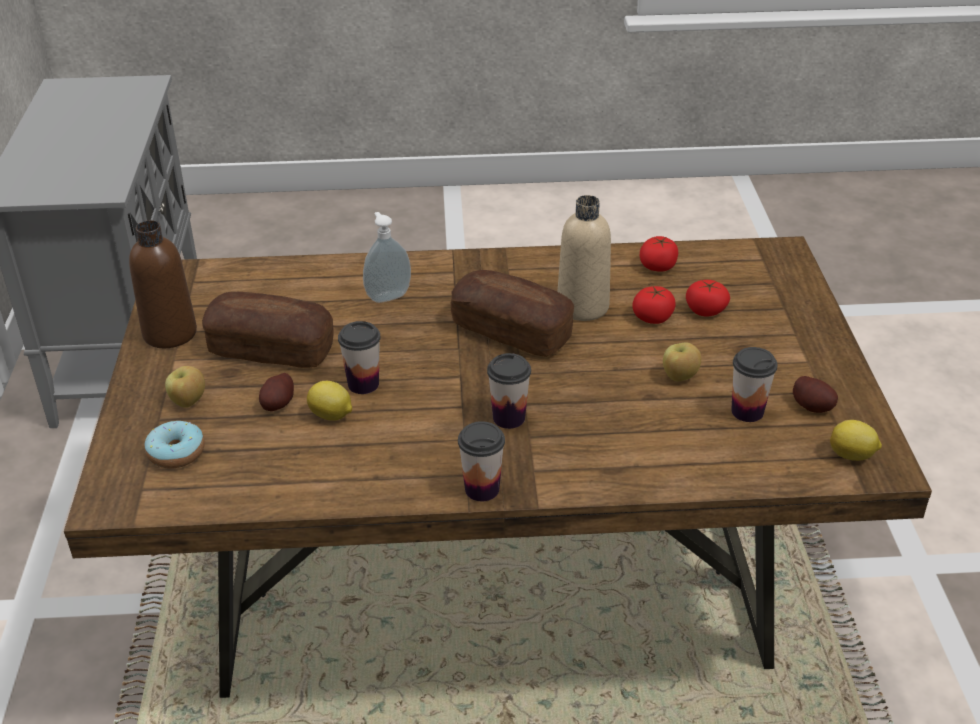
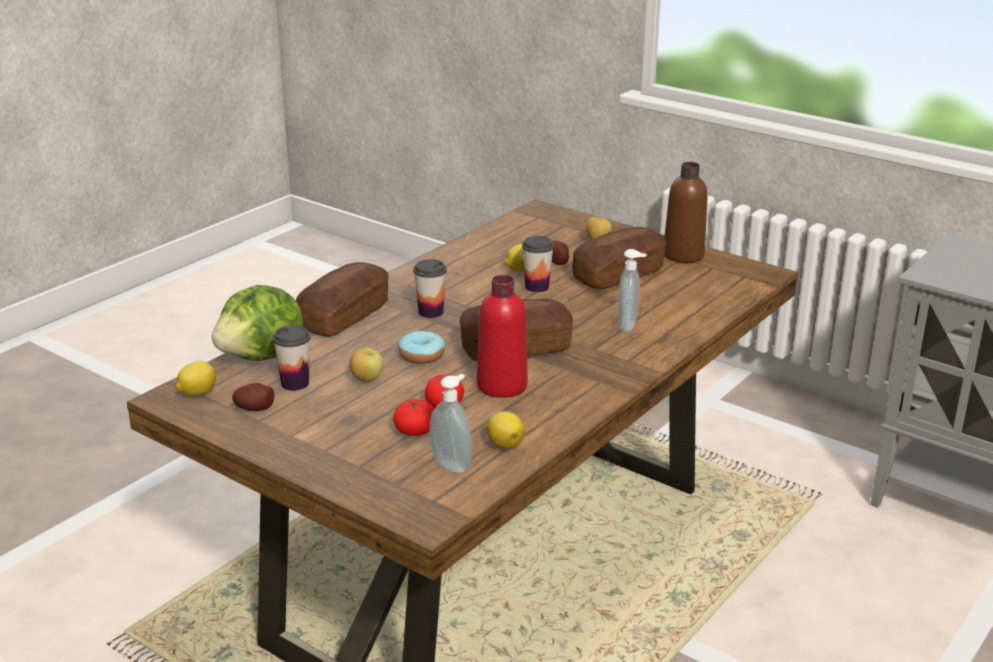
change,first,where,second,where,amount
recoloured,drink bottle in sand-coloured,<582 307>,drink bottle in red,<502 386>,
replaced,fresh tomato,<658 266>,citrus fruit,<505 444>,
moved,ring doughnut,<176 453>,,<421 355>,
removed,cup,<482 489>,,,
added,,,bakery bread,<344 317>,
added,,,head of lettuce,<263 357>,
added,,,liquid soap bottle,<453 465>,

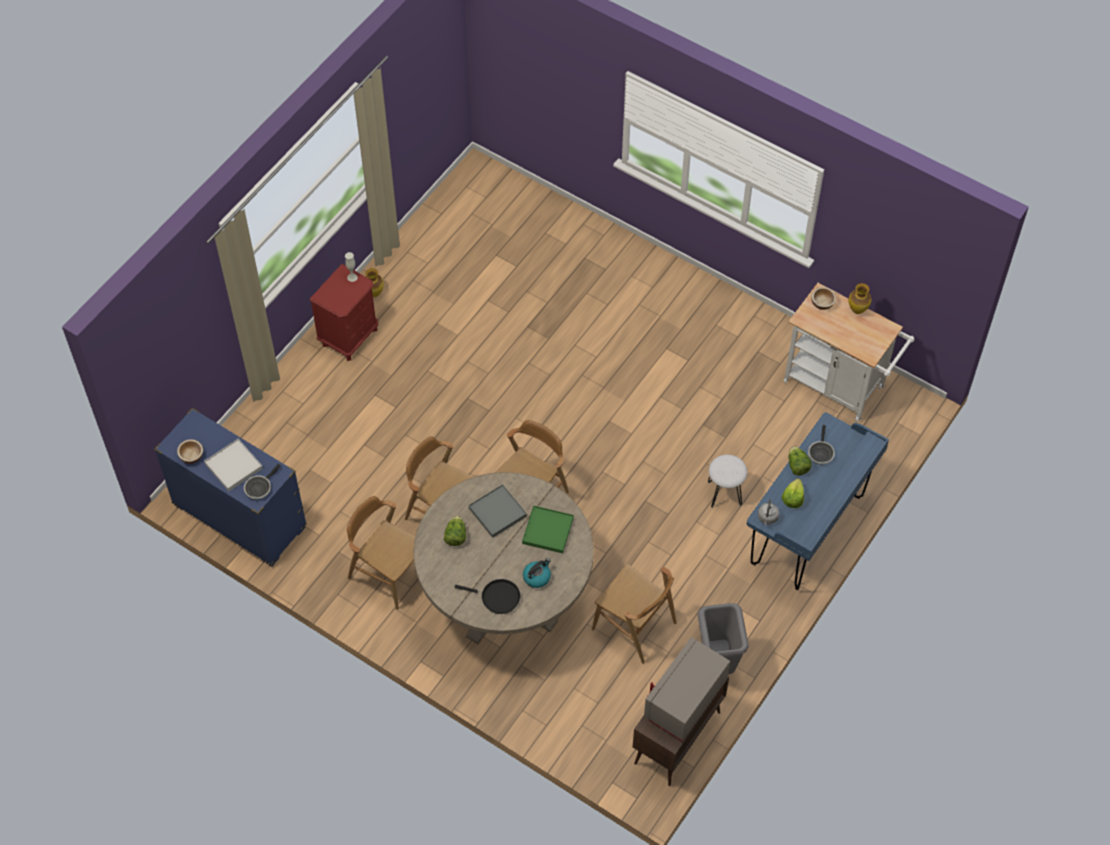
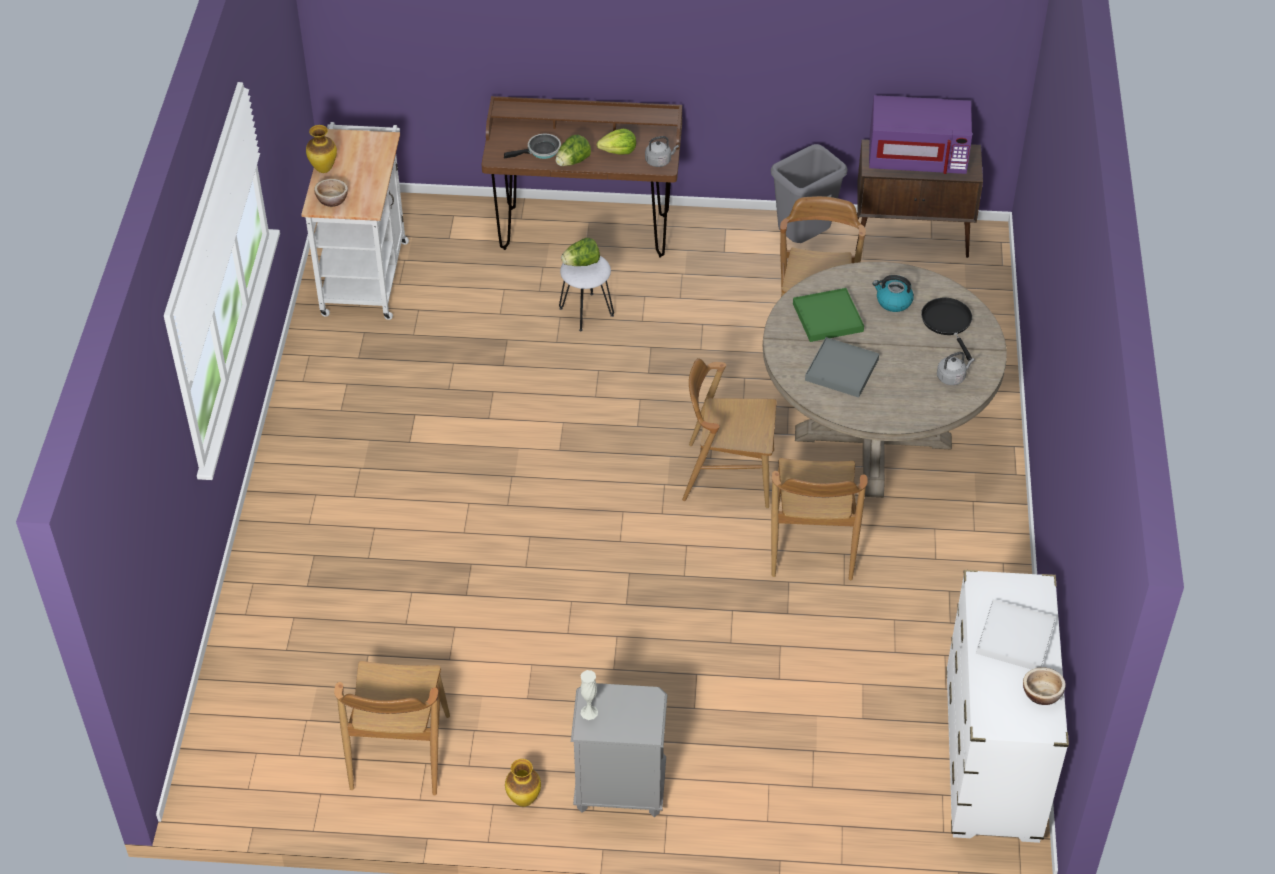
change,first,where,second,where,amount
recoloured,night table in red,<349 336>,night table in gray,<619 790>,
recoloured,dresser in blue-coloured,<239 516>,dresser in whitish,<992 757>,
recoloured,desk table in blue-coloured,<807 531>,desk table in brown-coloured,<585 231>,
removed,pan,<259 488>,,,
moved,chair in brown-coloured,<389 572>,,<399 752>,
moved,head of lettuce,<455 536>,,<581 263>,
recoloured,kitchen microwave in gray,<685 700>,kitchen microwave in purple-coloured,<917 158>,
added,,,water kettle in gray,<952 377>,

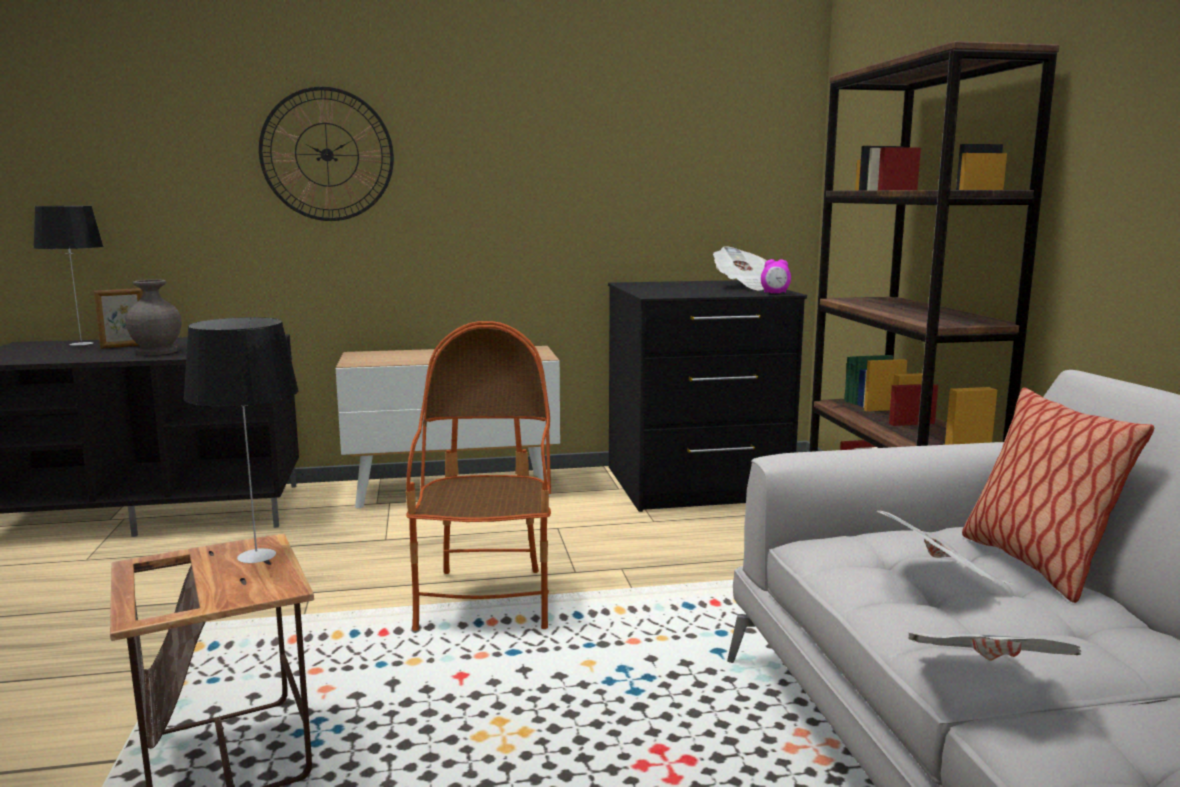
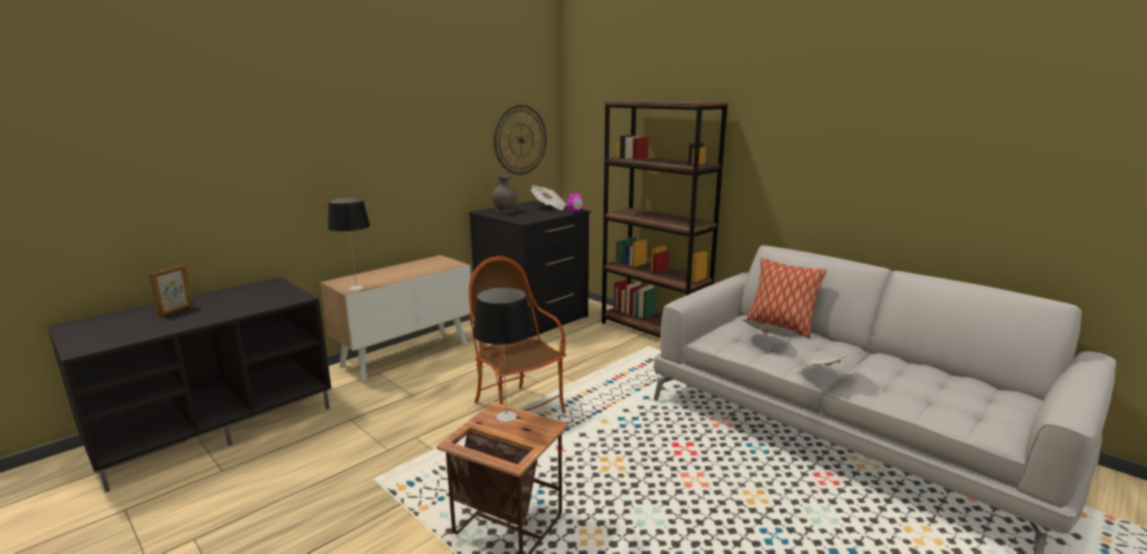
change,first,where,second,where,amount
moved,wall clock,<327 154>,,<521 140>,
moved,table lamp,<82 344>,,<356 287>,
moved,vase in gray,<156 352>,,<504 212>,

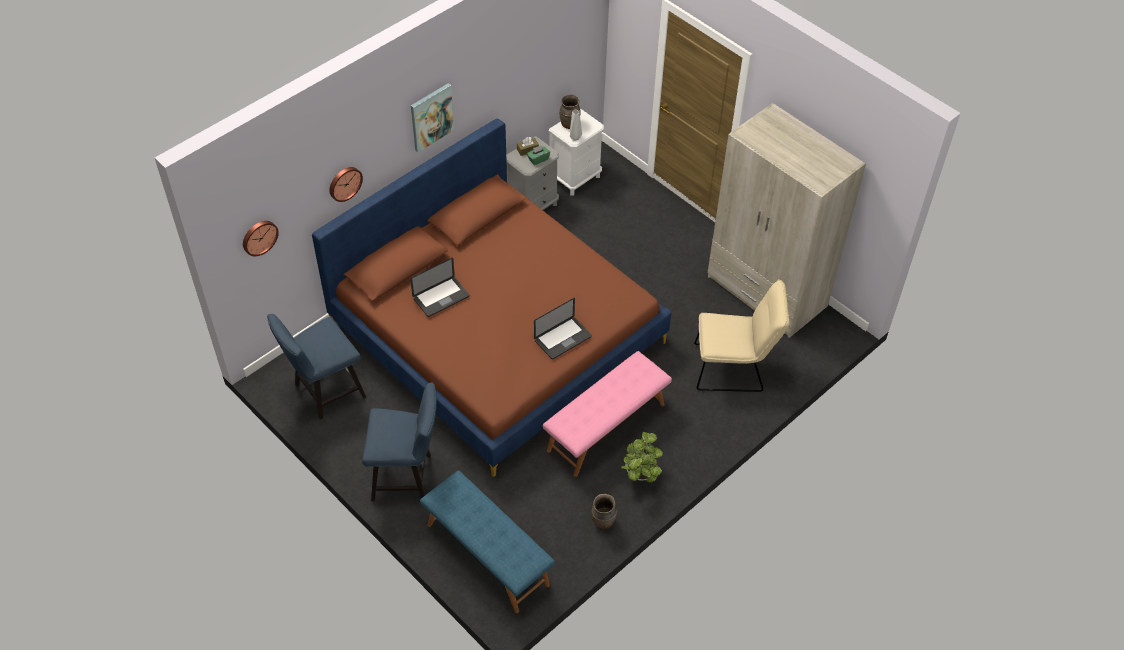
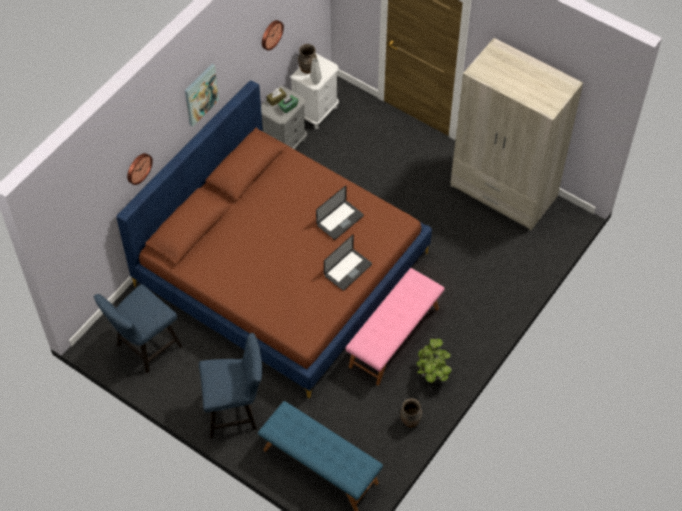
change,first,where,second,where,amount
moved,wall clock,<259 237>,,<271 34>,
moved,portable computer,<441 297>,,<340 220>,
removed,chair in sand-coloured,<734 368>,,,

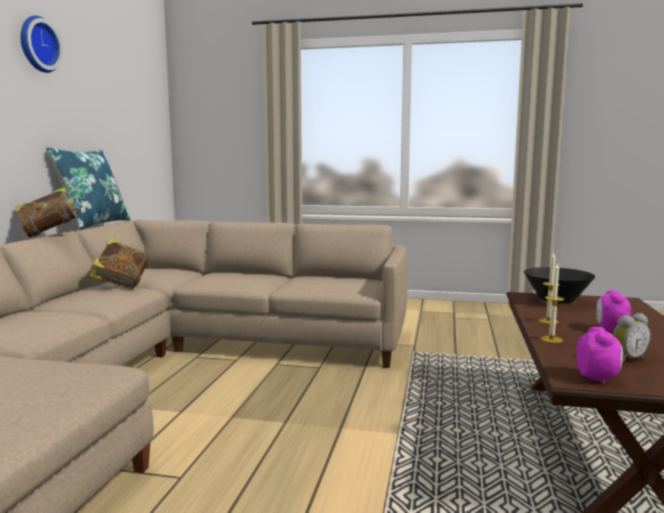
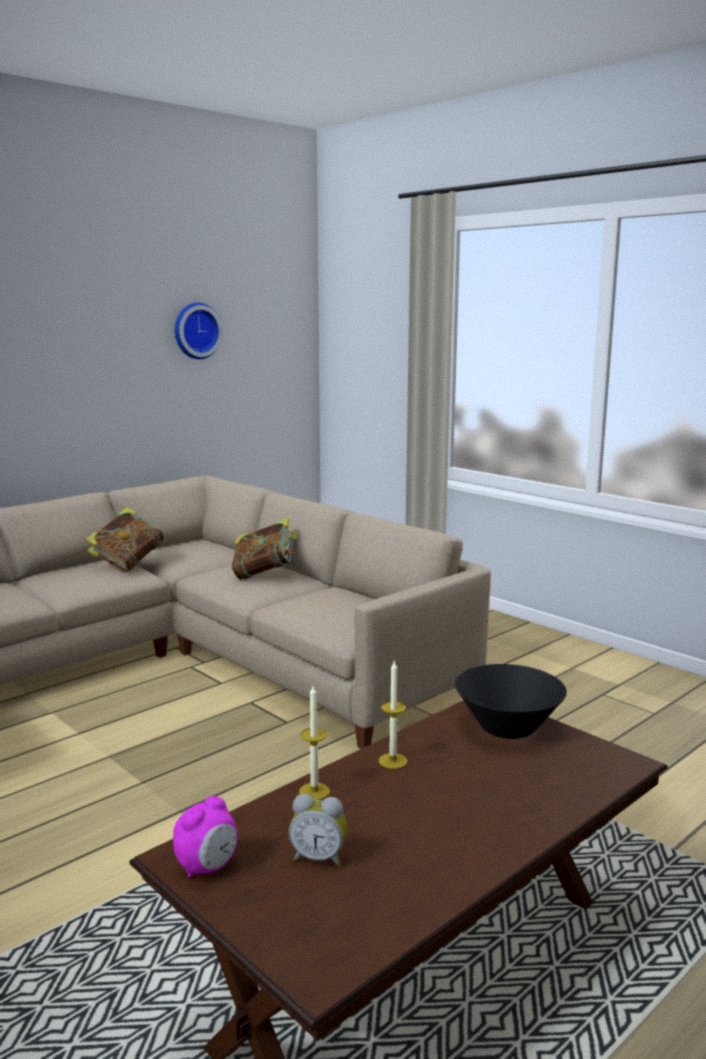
change,first,where,second,where,amount
moved,wall clock,<37 44>,,<195 331>,
removed,throw pillow in blue-coloured,<94 224>,,,
moved,book,<49 234>,,<265 575>,
removed,bedside clock,<611 330>,,,

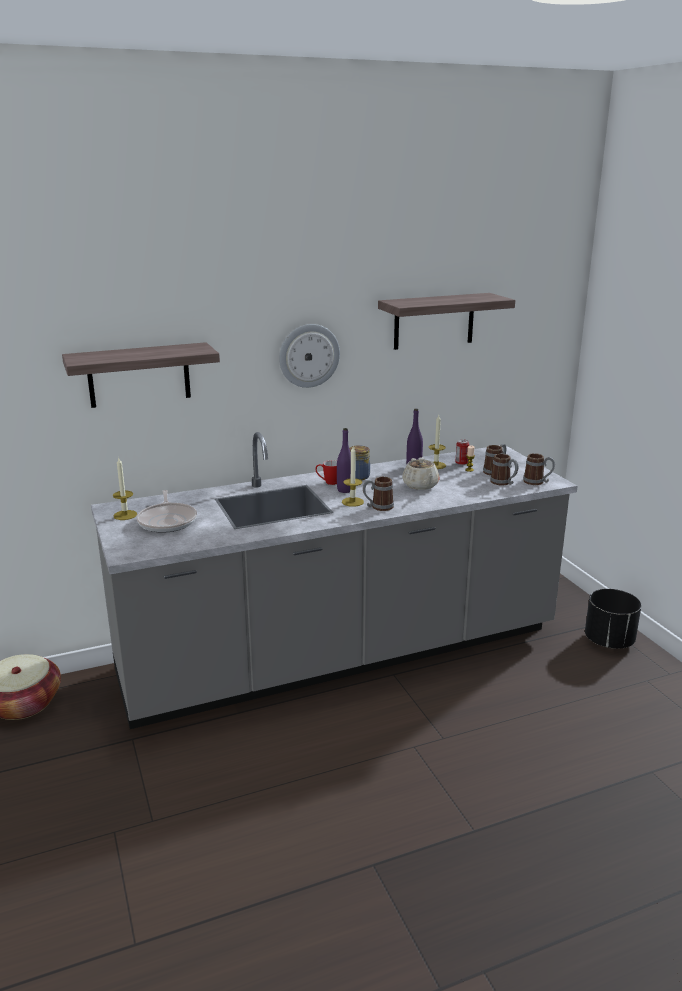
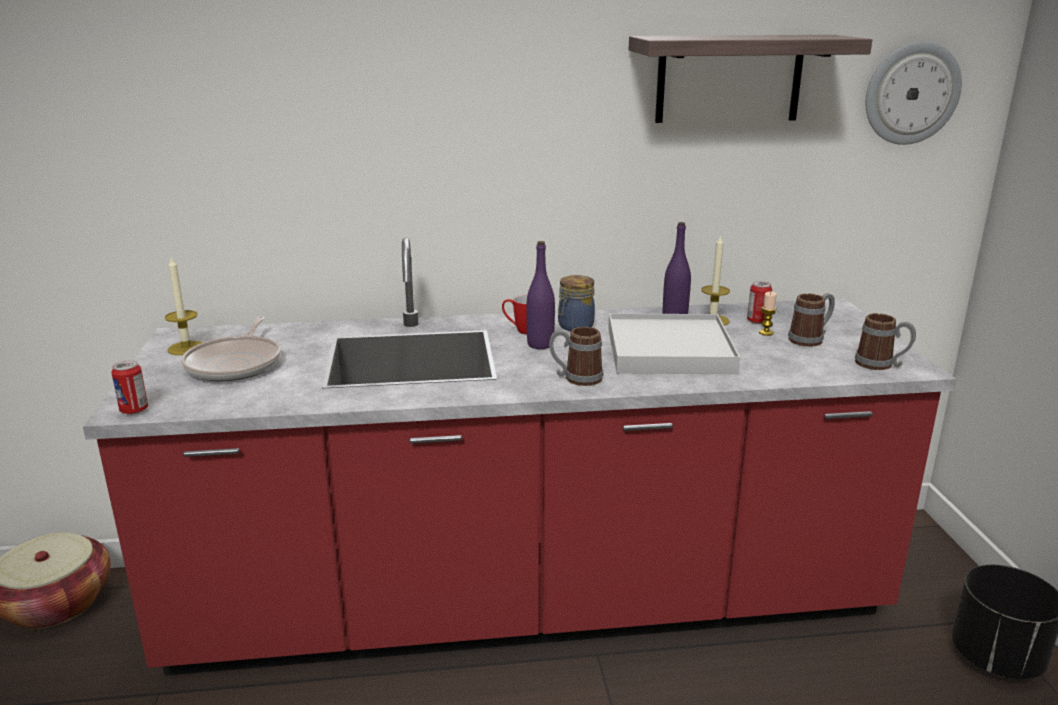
change,first,where,second,where,amount
moved,wall clock,<309 355>,,<911 93>,
removed,shelf,<139 375>,,,
recoloured,kitchen counter in gray,<340 654>,kitchen counter in red,<529 603>,
removed,wax light,<352 502>,,,
removed,coffee mug,<503 483>,,,
replaced,pot for tea in sand-coloured,<420 485>,tray in whitish,<669 350>,
added,,,sealed can,<134 410>,

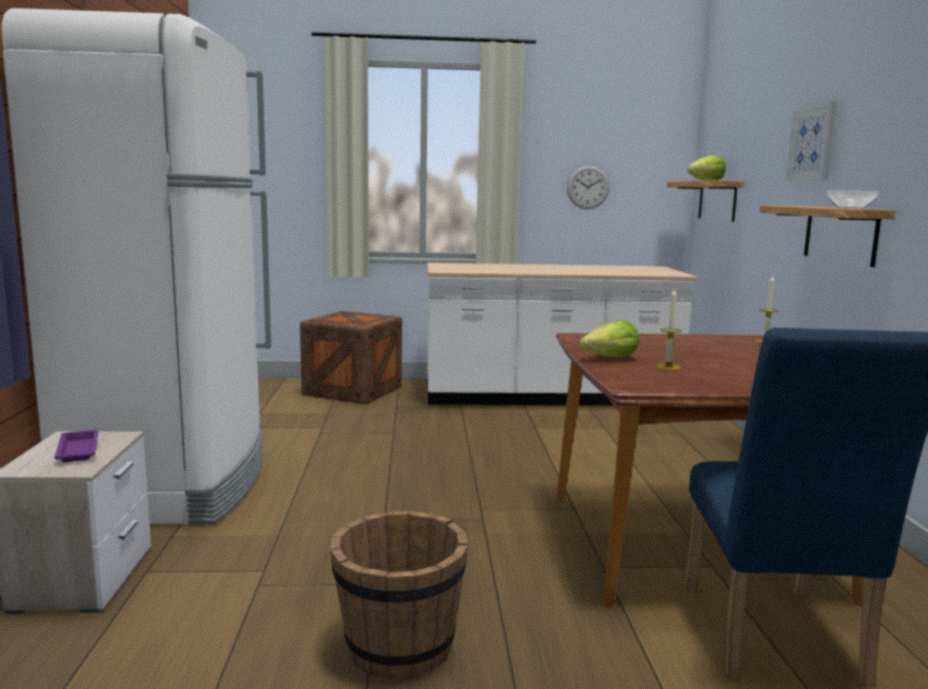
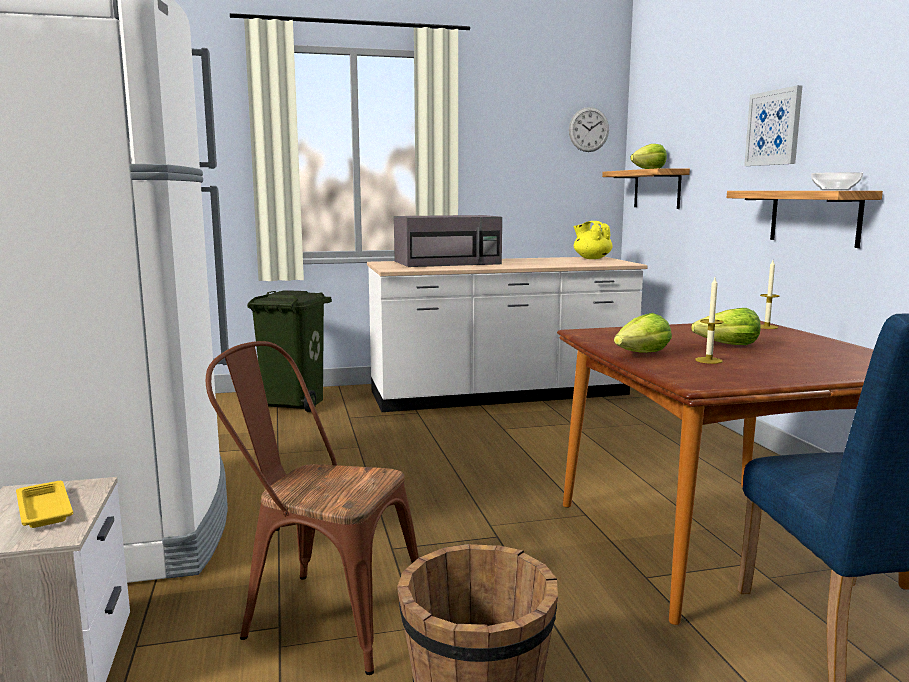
change,first,where,second,where,amount
moved,wall clock,<588 187>,,<588 129>,
replaced,crate,<353 391>,rubbish bin in green-coloured,<294 403>,
recoloured,tray in purple-coloured,<78 450>,tray in yellowish,<44 509>,
added,,,kitchen microwave in gray,<448 263>,
added,,,pot for tea in yellowish,<591 258>,
added,,,head of lettuce,<728 345>,
added,,,chair in brown-coloured,<321 614>,

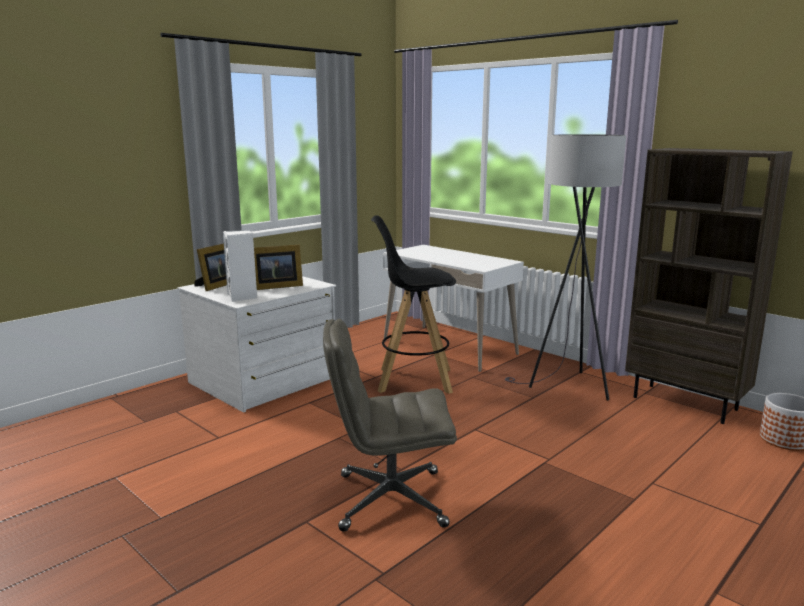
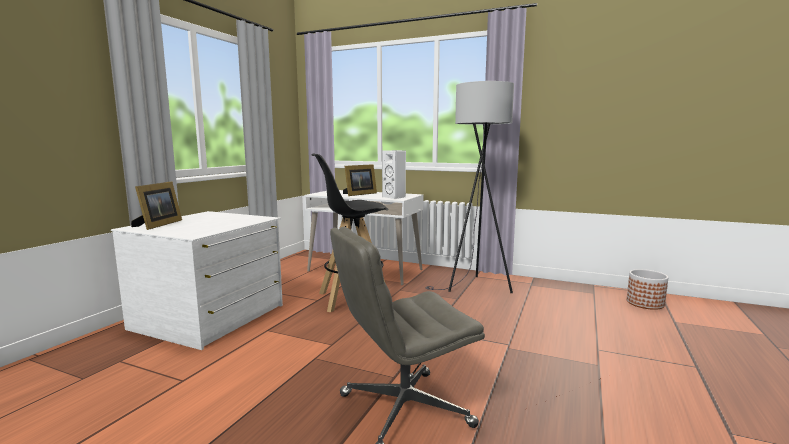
change,first,where,second,where,amount
removed,bookcase in brown-coloured,<685 403>,,,
moved,loudspeaker in whitish,<242 297>,,<395 197>,
moved,photo frame,<275 286>,,<359 194>,

